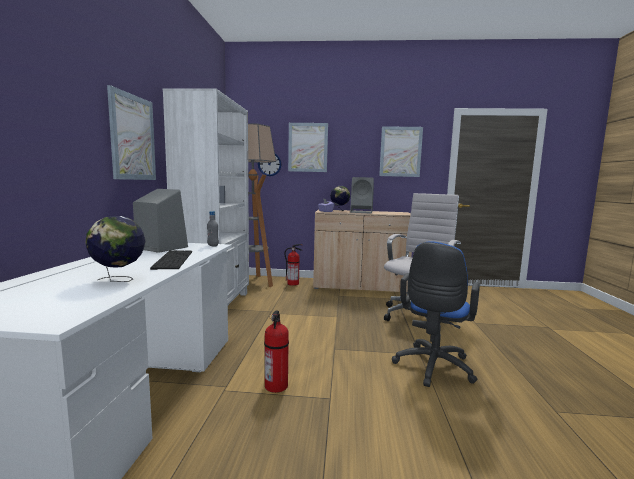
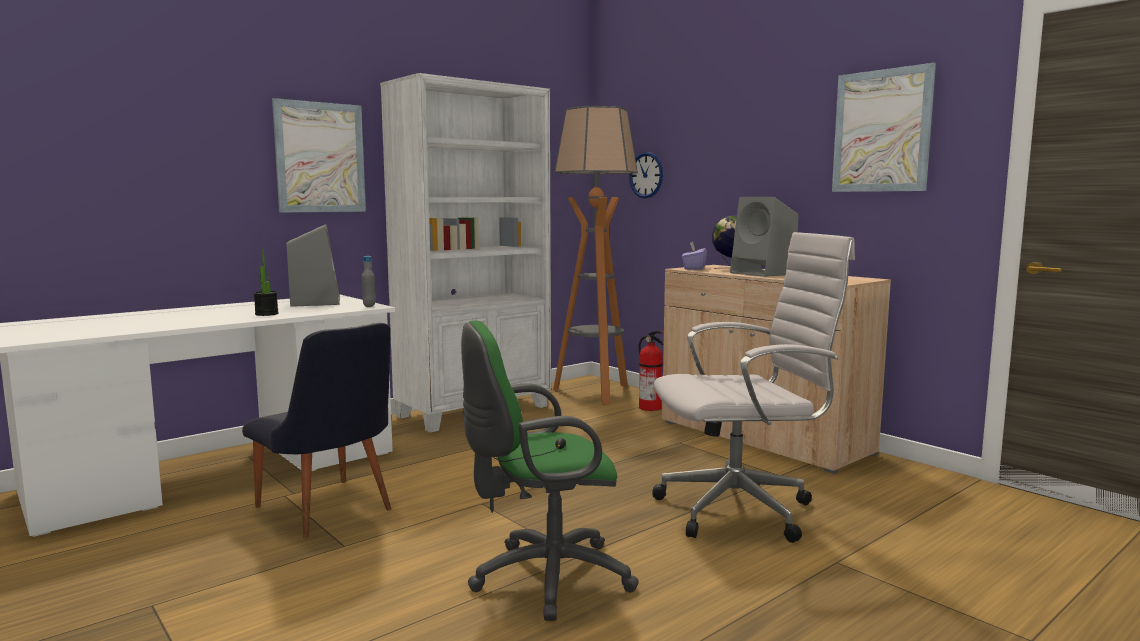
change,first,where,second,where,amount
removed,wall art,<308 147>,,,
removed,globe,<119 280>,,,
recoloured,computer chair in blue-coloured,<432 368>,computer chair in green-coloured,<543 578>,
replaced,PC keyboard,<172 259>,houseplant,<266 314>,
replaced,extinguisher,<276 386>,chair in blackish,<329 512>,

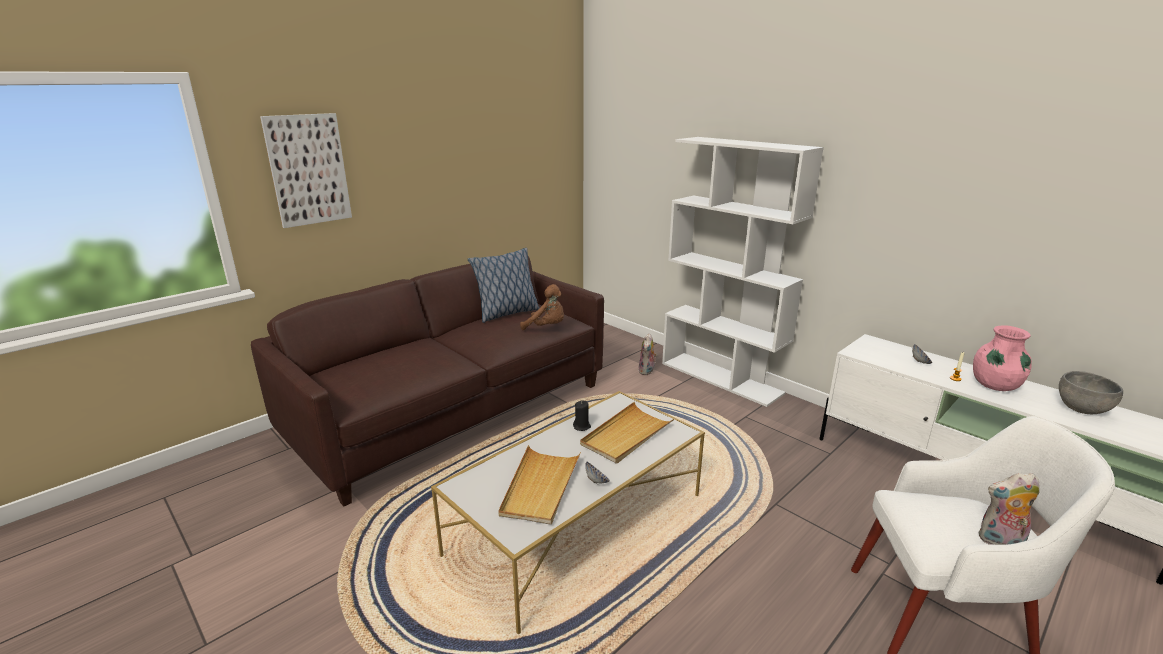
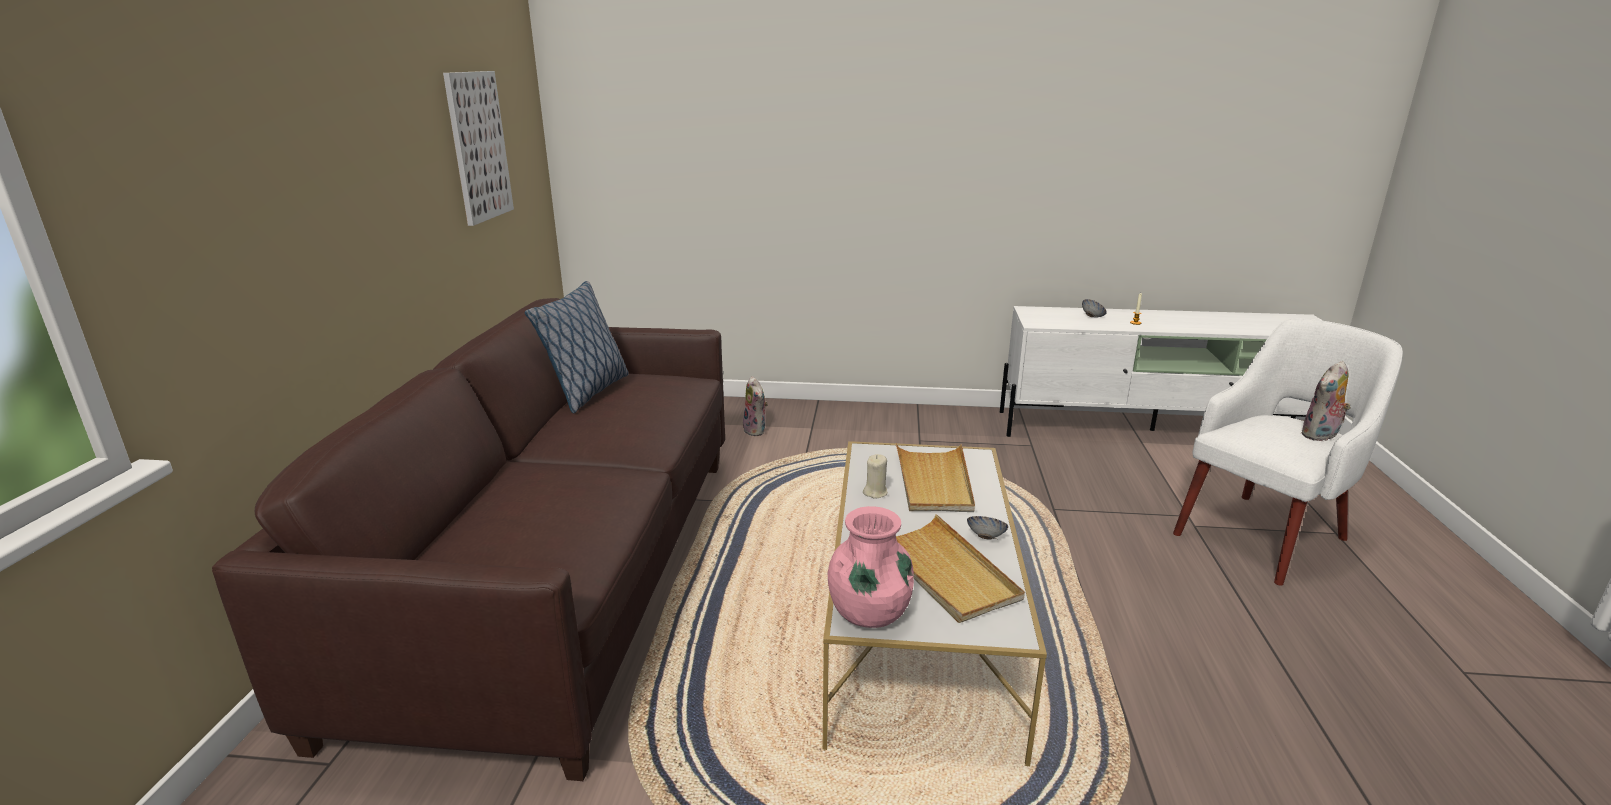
change,first,where,second,where,amount
moved,wall art,<308 170>,,<478 146>,
removed,bookcase in whitish,<721 378>,,,
removed,soft toy in brown-coloured,<547 327>,,,
moved,vase in pinkish,<994 385>,,<869 613>,
removed,serving bowl in gray,<1081 409>,,,
recoloured,wax light in blackish,<582 426>,wax light in sand-coloured,<875 492>,

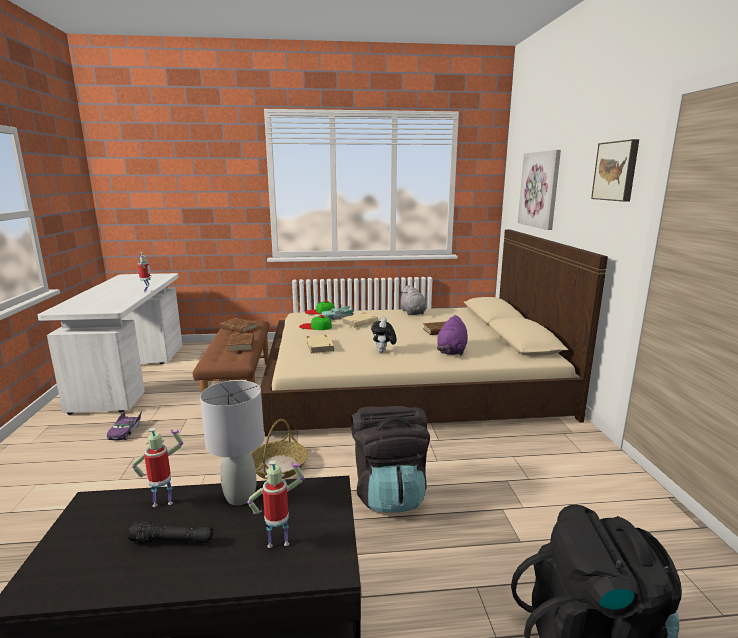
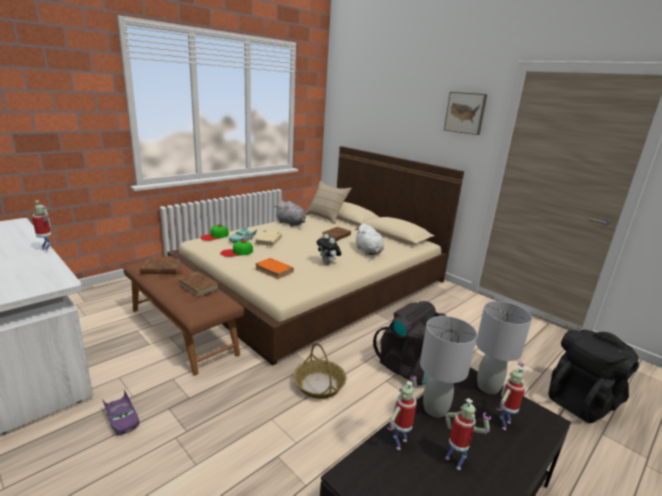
change,first,where,second,where,amount
removed,wall art,<540 189>,,,
recoloured,soft toy in purple-coloured,<452 351>,soft toy in whitish,<369 252>,
recoloured,book in sand-coloured,<320 346>,book in orangey,<274 270>,
replaced,hand torch in blackish,<173 541>,robot figure,<455 462>,
added,,,throw pillow in sand-coloured,<326 217>,
added,,,table lamp in gray,<488 387>,

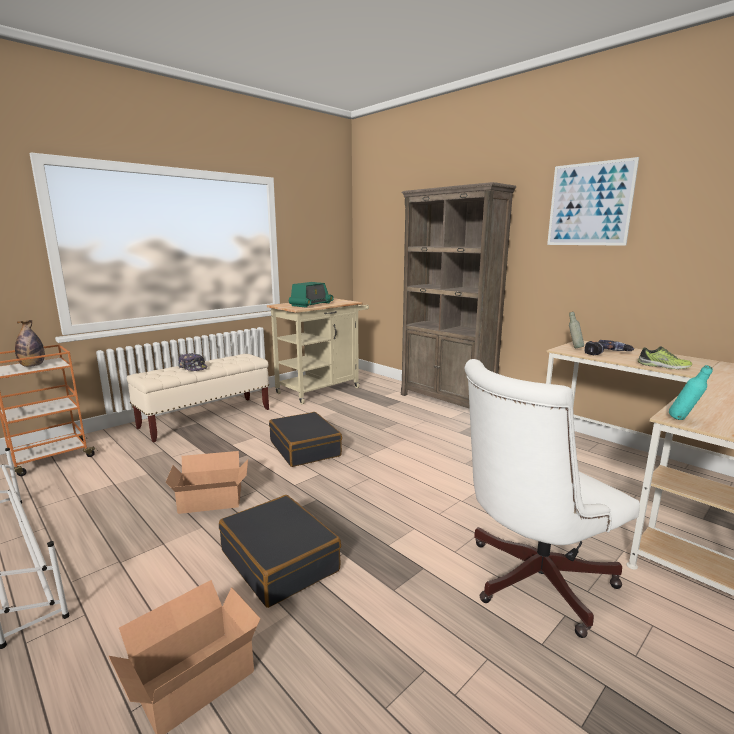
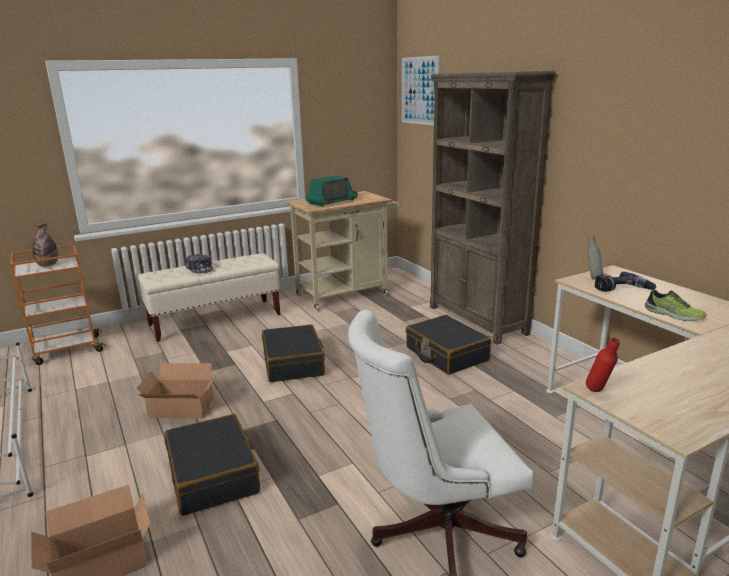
change,first,where,second,where,amount
moved,wall art,<589 204>,,<419 90>,
recoloured,drink bottle in blue-green,<684 420>,drink bottle in red,<598 393>,
added,,,piece of luggage in blackish,<446 354>,

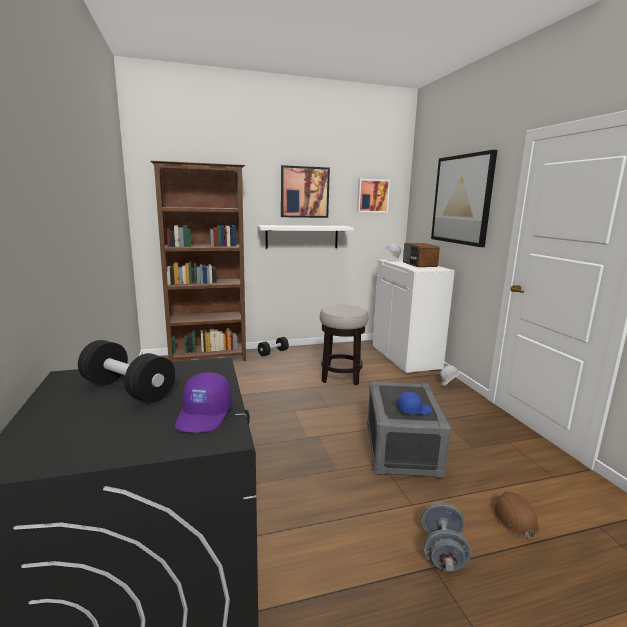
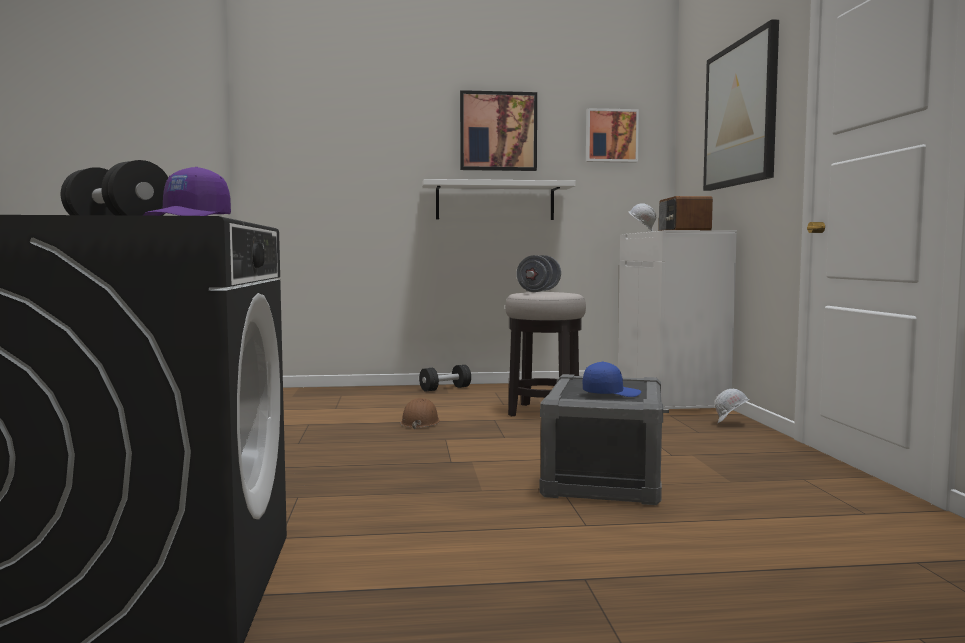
change,first,where,second,where,amount
removed,bookcase in brown-coloured,<208 358>,,,
moved,safety helmet in brown-coloured,<513 518>,,<420 422>,
moved,free weight in gray,<442 552>,,<539 291>,

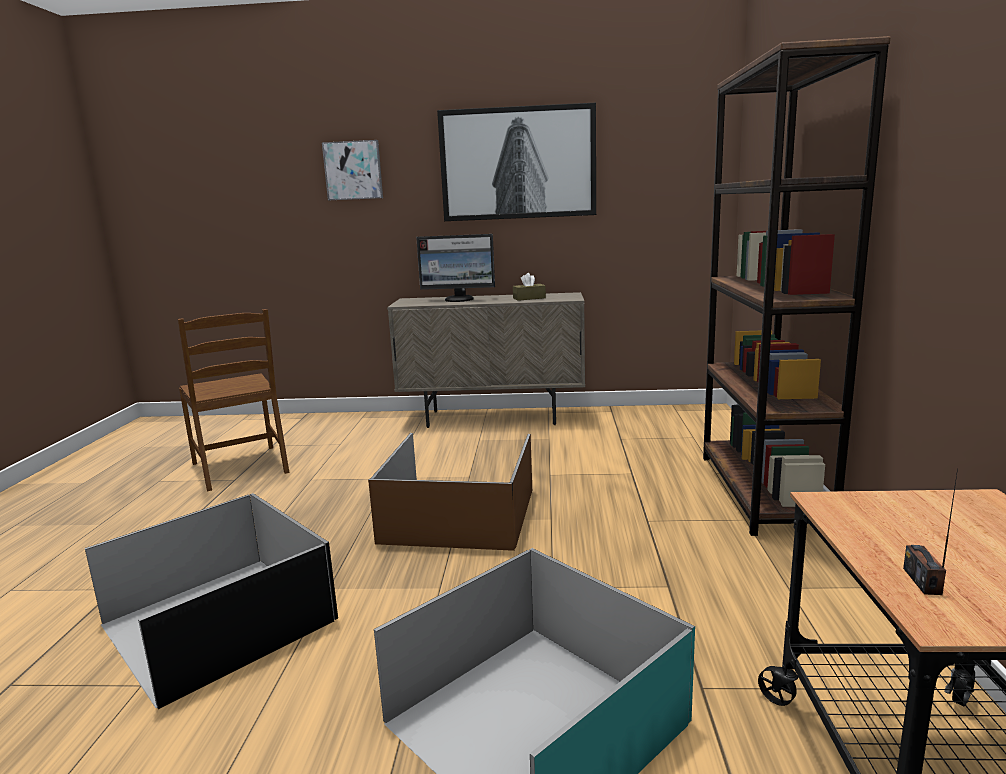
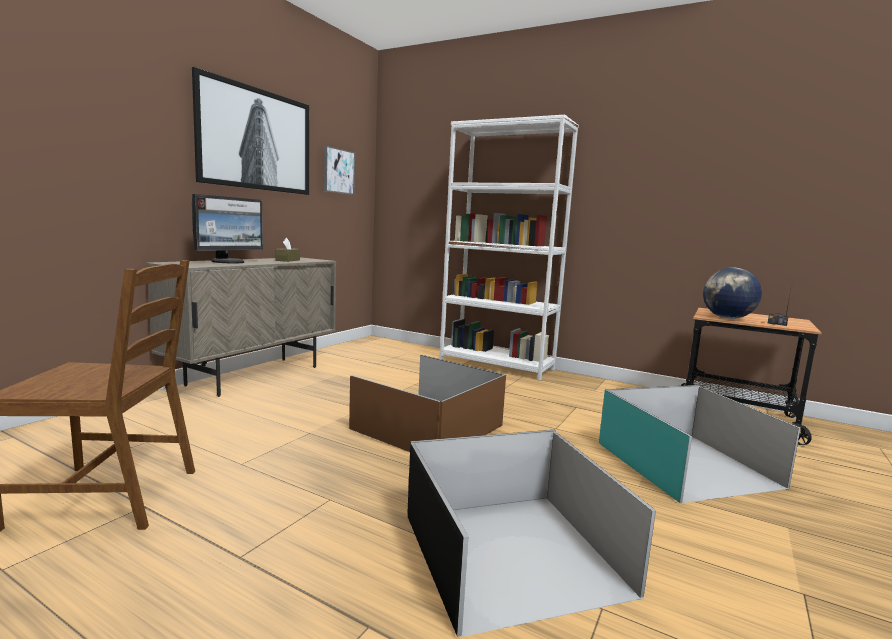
change,first,where,second,where,amount
recoloured,bookcase in brown-coloured,<762 492>,bookcase in whitish,<496 365>,
moved,wall art,<353 170>,,<337 171>,
added,,,globe,<727 318>,

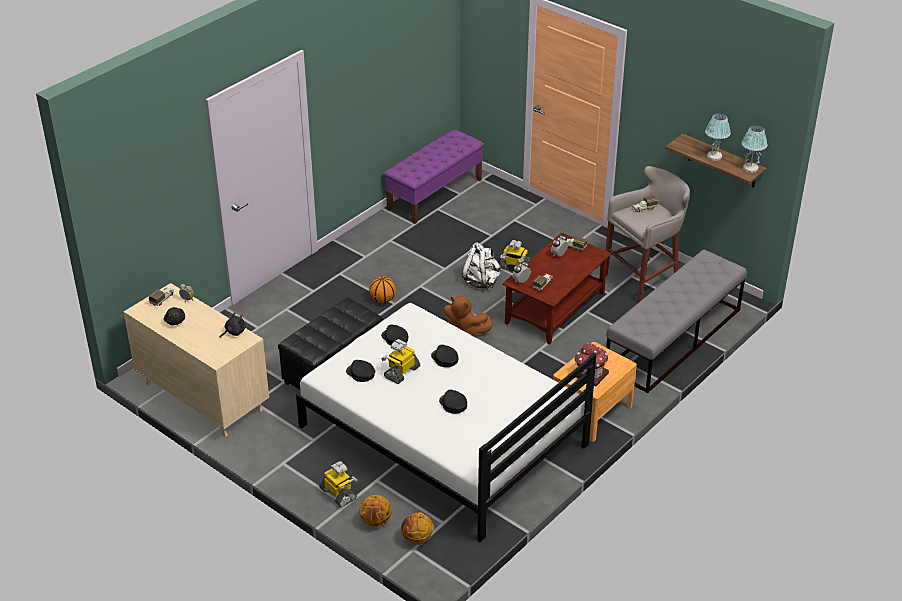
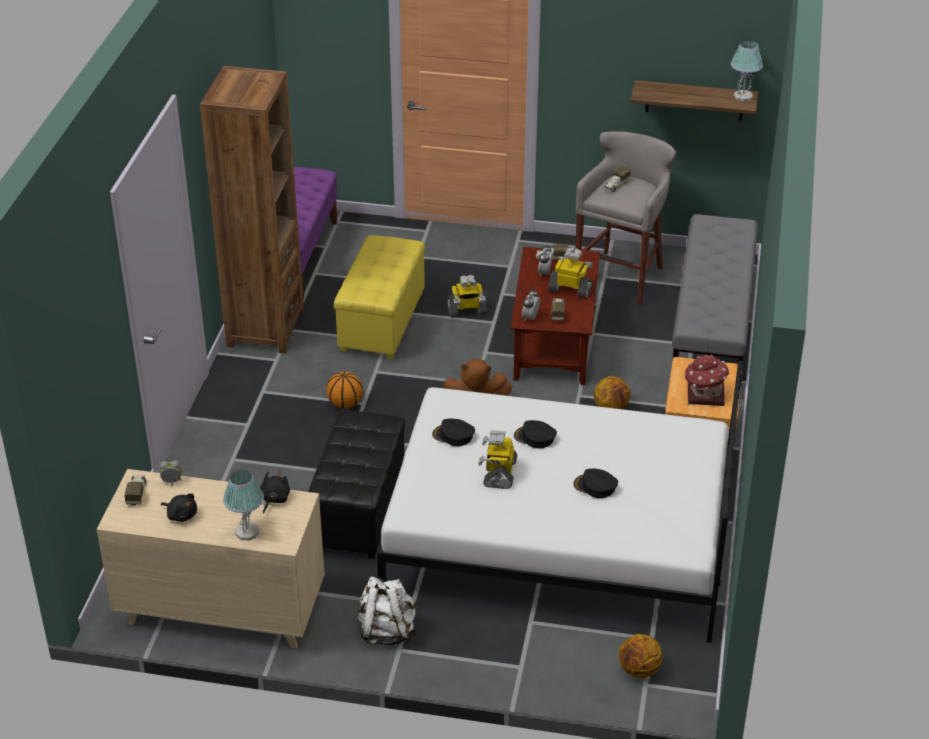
change,first,where,second,where,amount
moved,table lamp,<714 156>,,<247 532>,
moved,backpack in whitish,<481 281>,,<387 631>,
removed,cap in blackish,<360 373>,,,
moved,robot figure,<339 494>,,<570 289>,
moved,basketball,<376 521>,,<612 408>,
added,,,bookcase in brown-coloured,<265 328>,
added,,,ottoman in yellowish,<381 322>,

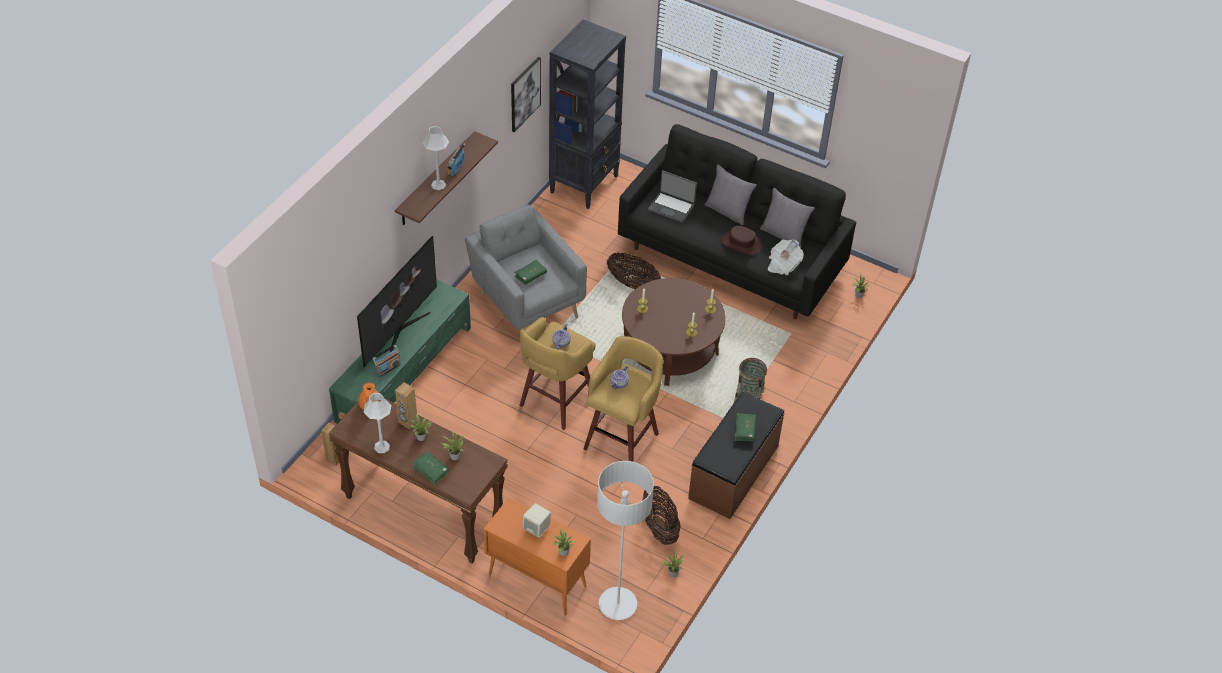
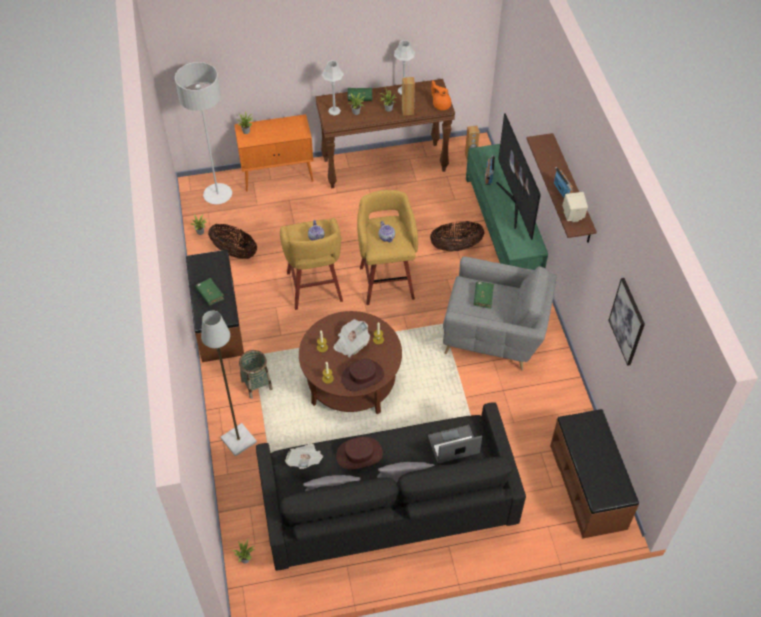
change,first,where,second,where,amount
replaced,bookcase in blackish,<584 184>,long seat in brown-coloured,<588 486>,
moved,table lamp in gray,<438 185>,,<334 111>,
moved,household basket,<632 284>,,<456 246>,
moved,loudspeaker in sand-coloured,<537 528>,,<572 215>,
added,,,floor lamp in gray,<238 440>,
added,,,newspaper,<351 344>,
added,,,clothing hat in brown-coloured,<362 376>,

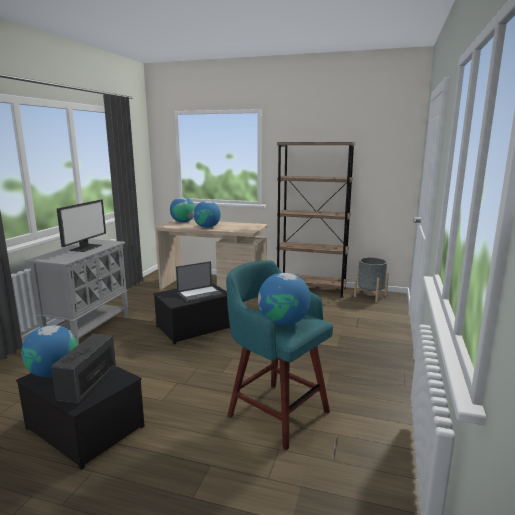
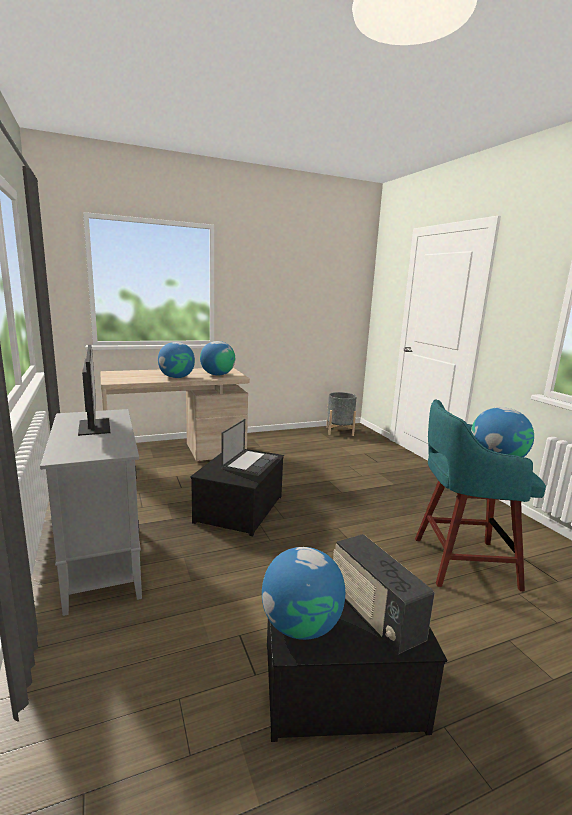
change,first,where,second,where,amount
removed,bookcase in brown-coloured,<311 289>,,,
moved,globe,<183 222>,,<217 375>,

